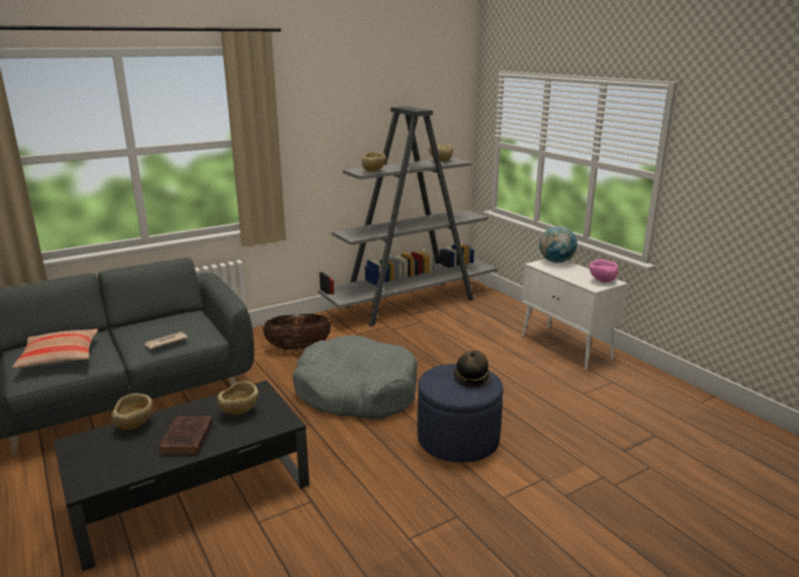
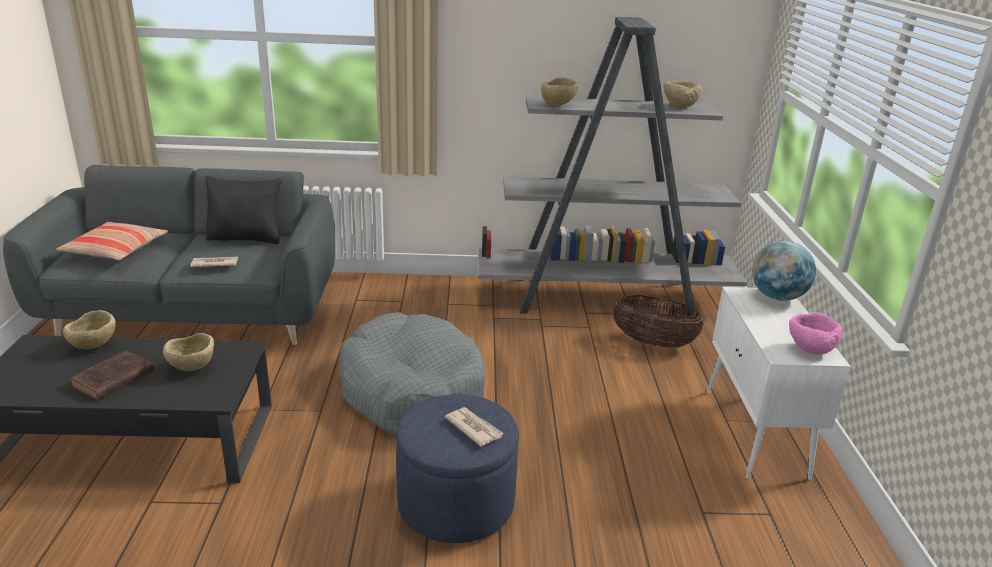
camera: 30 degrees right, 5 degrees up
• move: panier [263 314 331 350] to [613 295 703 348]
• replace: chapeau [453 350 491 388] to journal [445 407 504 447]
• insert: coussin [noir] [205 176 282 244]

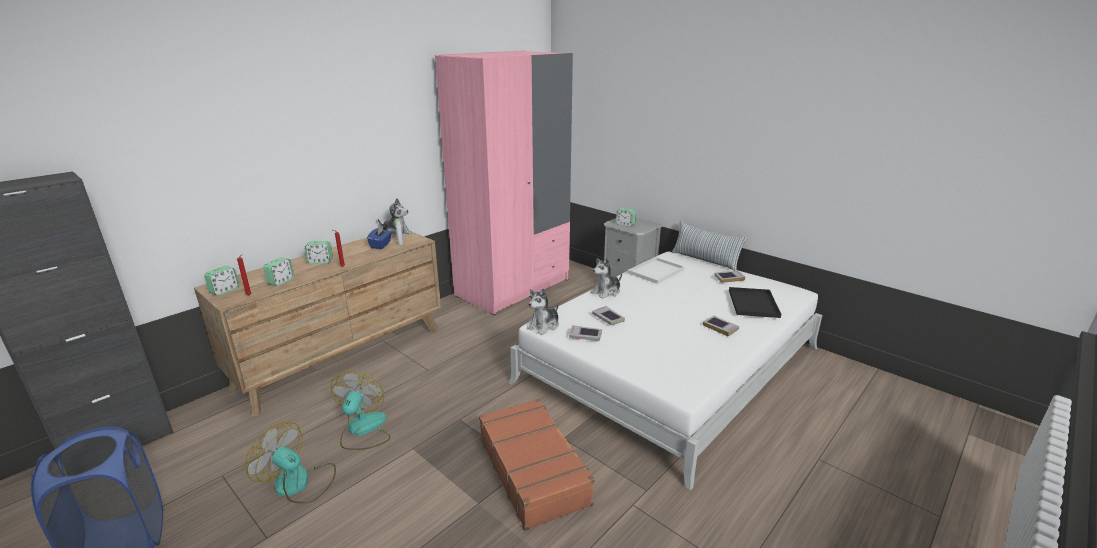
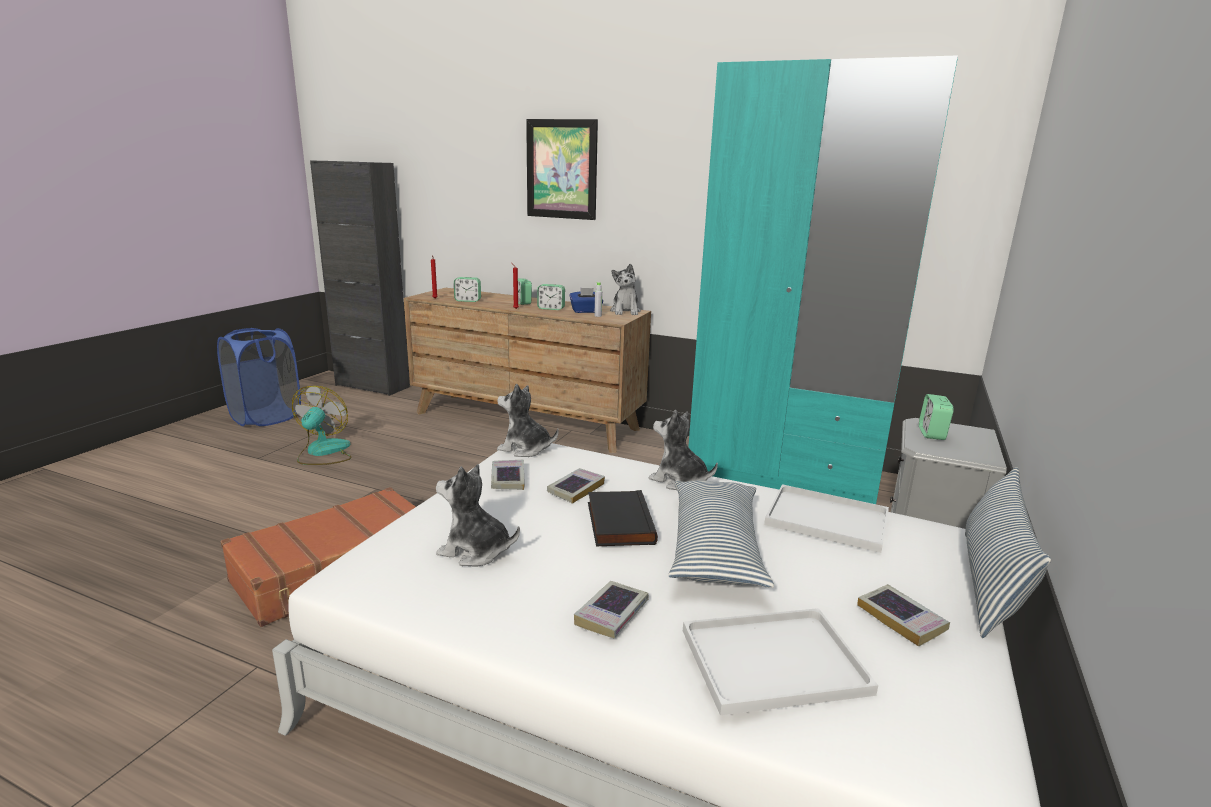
camera: 70 degrees right, 5 degrees down
• move: réveil [204 266 239 296] to [537 284 565 310]
• delete: ventilateur [331 371 391 450]
• recolor: armoire [rose] [435 50 573 315] to armoire [turquoise] [688 55 958 504]
• recolor: plateau [noir] [729 287 781 318] to plateau [blanc] [683 608 878 715]
• insert: peluche [436 464 520 566]
• insert: tableau [526 119 598 220]
• insert: livre [noir] [588 490 658 546]
• insert: coussin [668 481 774 588]

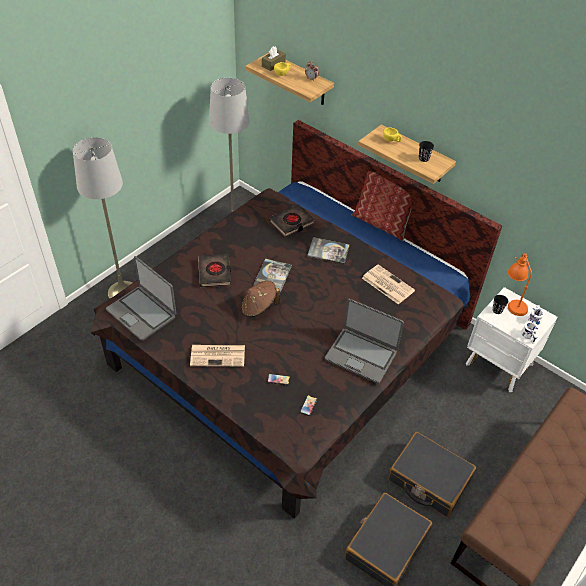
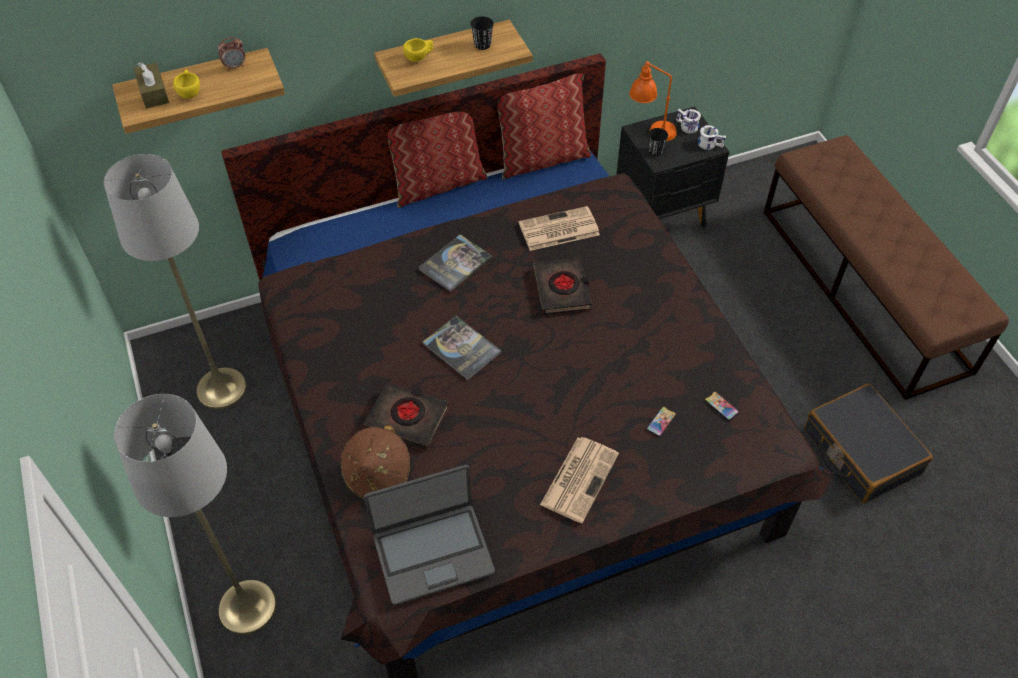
camera: 60 degrees left, 5 degrees up
• move: chapeau [marron] [242 281 280 317] to [341 424 411 500]
• move: livre [noir] [269 204 315 237] to [533 257 592 315]
• delete: ordinateur portable [325 299 404 384]
• delete: valise [noir] [388 432 476 517]
• recolor: table de chevet [blanc] [466 287 558 392] to table de chevet [noir] [617 106 729 227]
• insert: coussin [497 74 591 180]

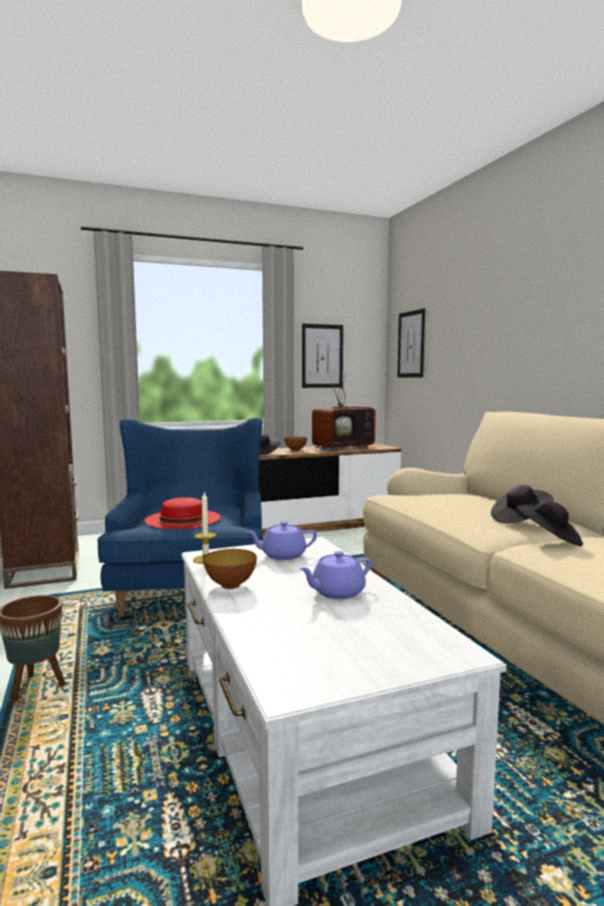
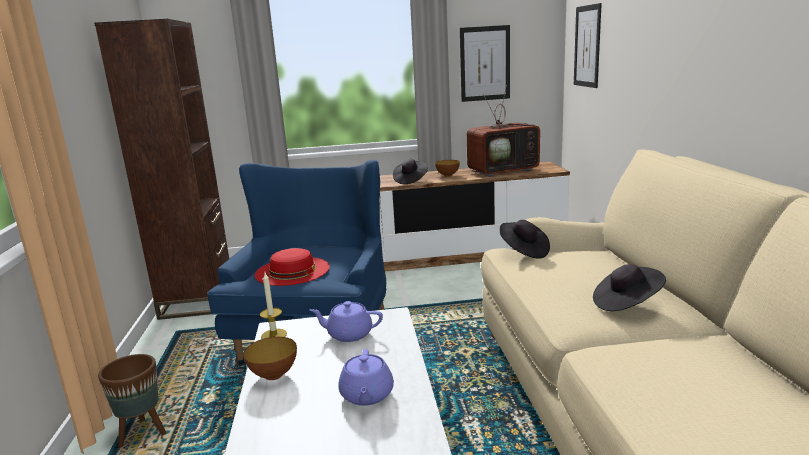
camera: 15 degrees right, 10 degrees up
• rotate: théière [violet] [300 551 371 599] = [338 349 394 406] 75 degrees counterclockwise
• move: chapeau [noir] [516 500 583 546] to [500 220 550 259]

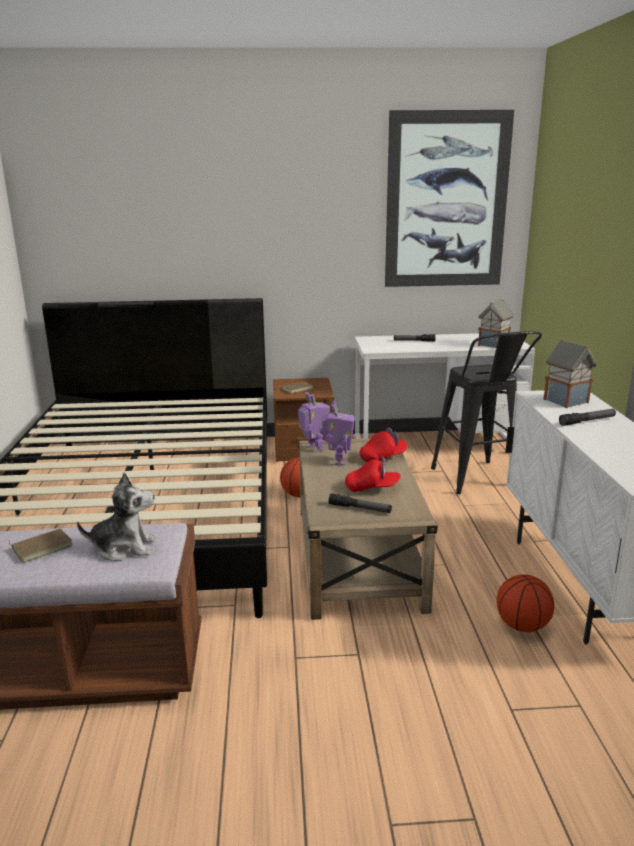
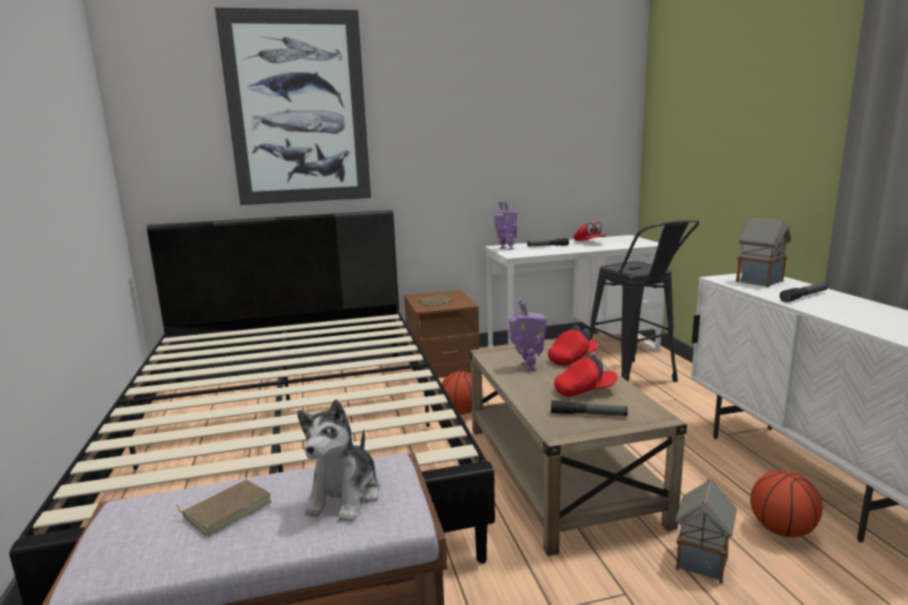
camera: 10 degrees left, 5 degrees down
• rotate: peluche [77 472 155 561] = [297 399 380 522] 120 degrees clockwise
• move: robot jouet [298 392 330 453] to [494 201 518 250]
• move: tableau [385 110 514 287] to [215 8 371 205]
• move: maison miniature [478 299 514 348] to [675 478 737 584]
• insert: casquette [rouge] [574 222 606 241]

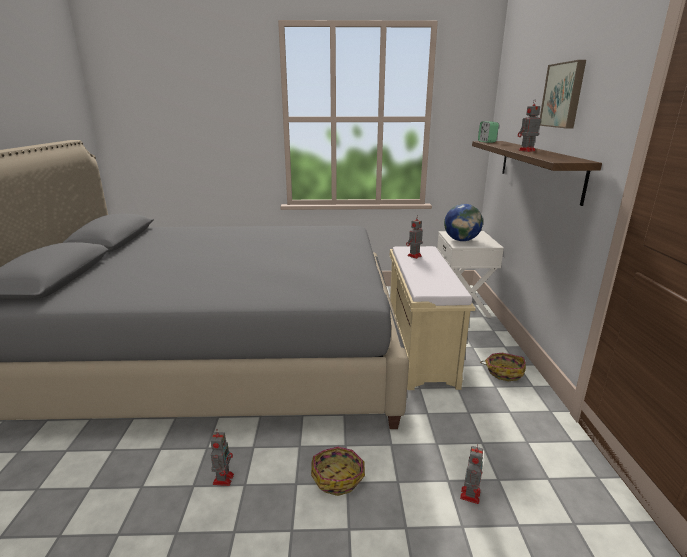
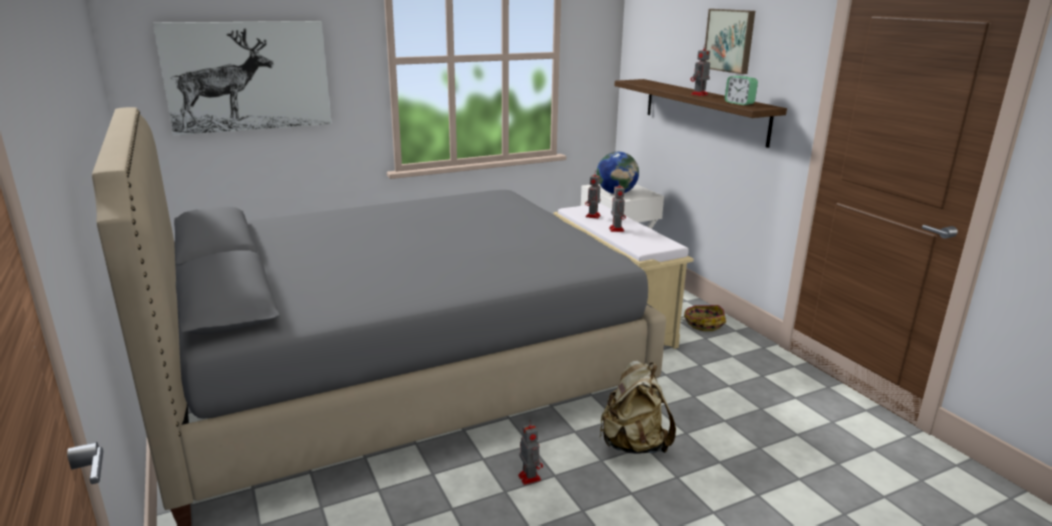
camera: 25 degrees left, 0 degrees up
• replace: panier [311 447 365 496] to sac à dos [beige] [600 360 676 454]
• move: robot jouet [460 445 483 504] to [609 182 626 232]
• move: réveil [478 121 499 143] to [725 76 758 105]
• insert: tableau [153 21 332 135]

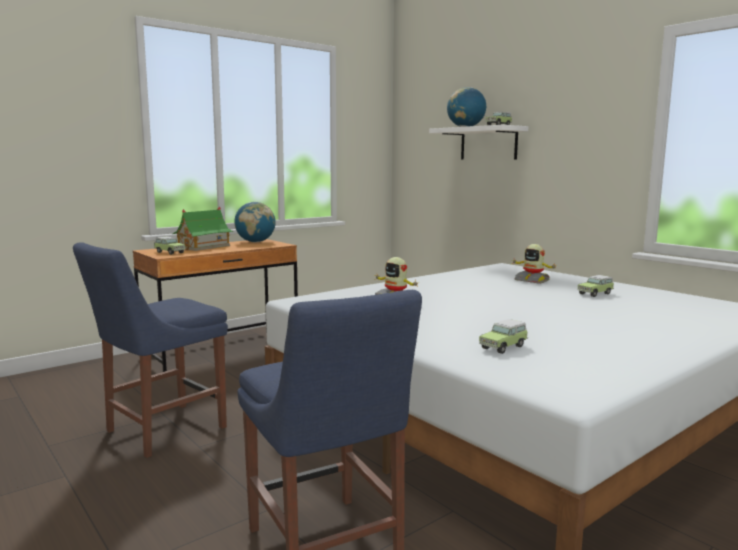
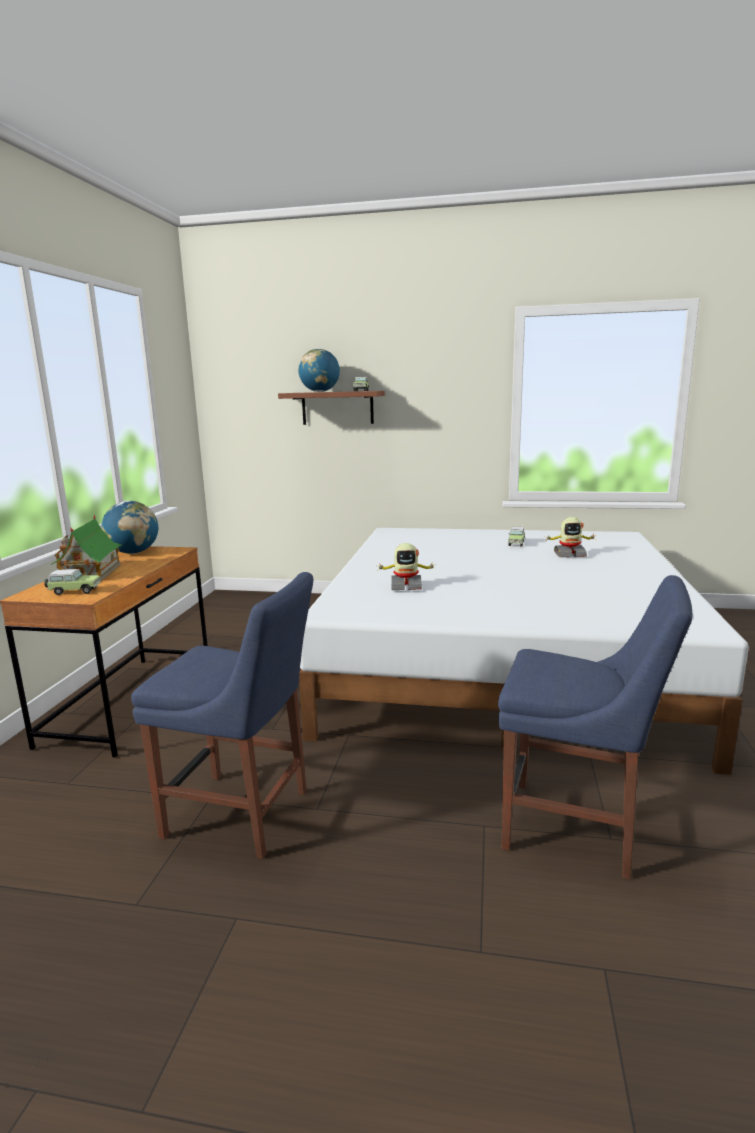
camera: 40 degrees left, 5 degrees up
• rotate: chaise [bleu] [73 242 228 458] = [131 572 313 859] 75 degrees counterclockwise
• recolor: étagère [blanc] [429 125 528 159] to étagère [marron] [278 391 385 425]
• delete: petite voiture [479 319 528 354]
• move: robot jouet [512 244 558 284] to [547 517 597 557]

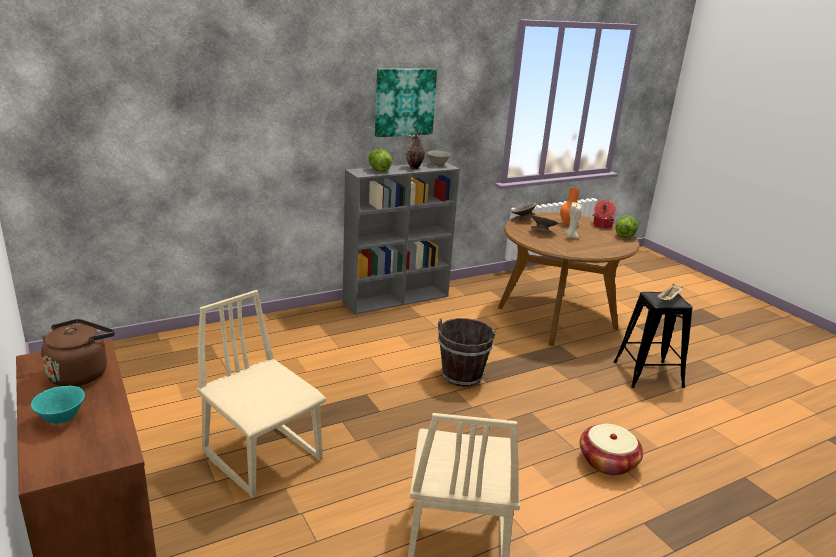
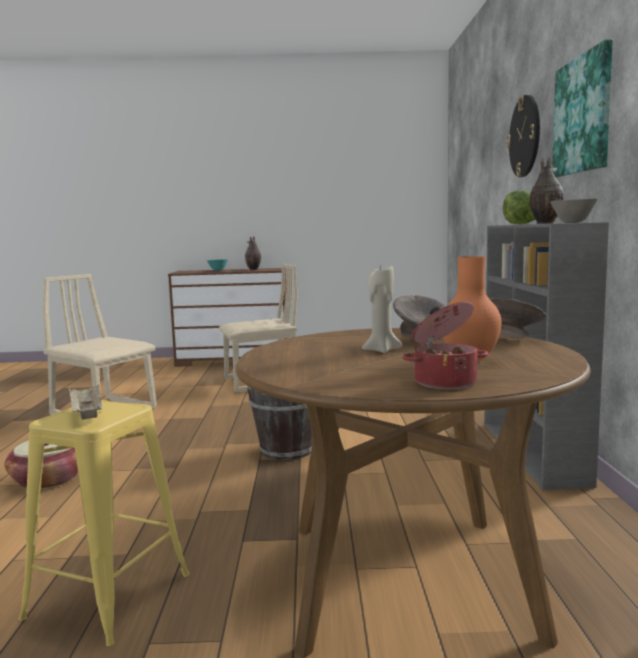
camera: 120 degrees right, 15 degrees down
• replace: bouilloire [marron] [41 319 115 386] to vase [245 236 261 270]
• recolor: tabouret [noir] [613 292 693 388] to tabouret [jaune] [19 400 190 646]
• delete: laitue [615 215 638 238]
• insert: horloge murale [506 95 540 177]

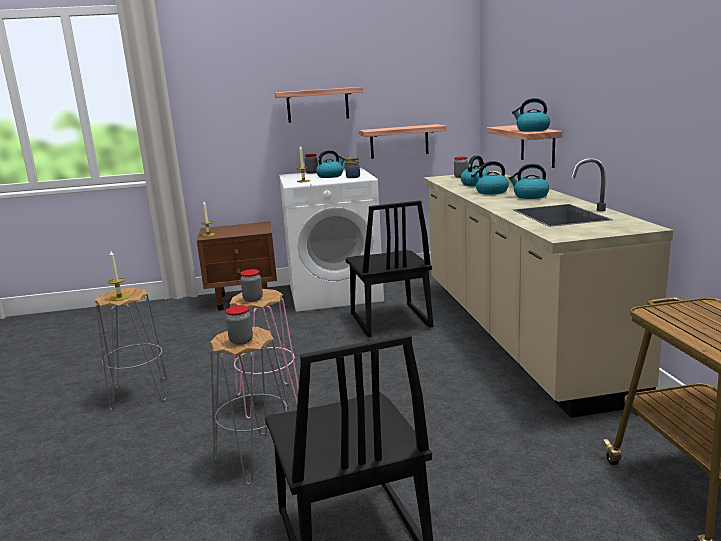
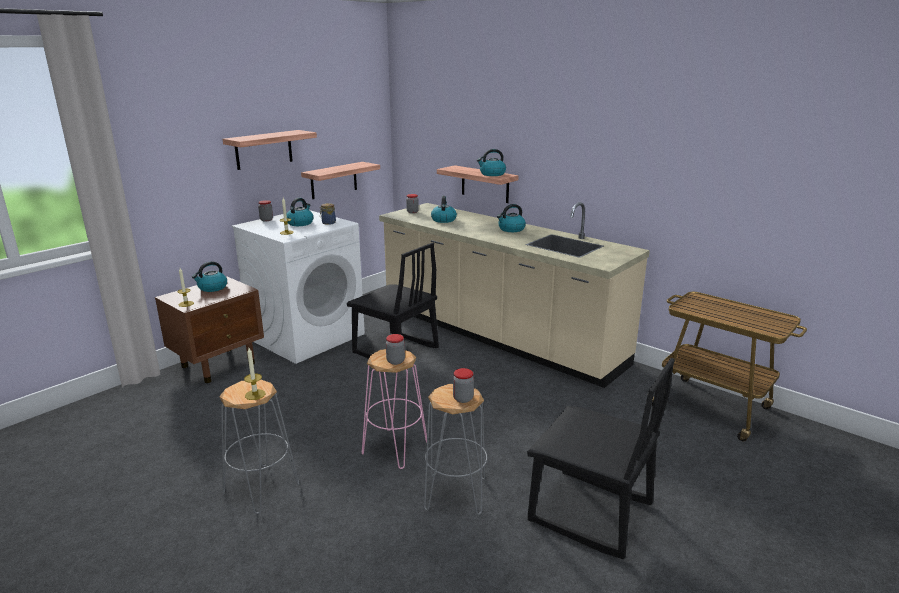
camera: 40 degrees left, 5 degrees up
• move: bouilloire [471 161 509 194] to [192 262 227 292]

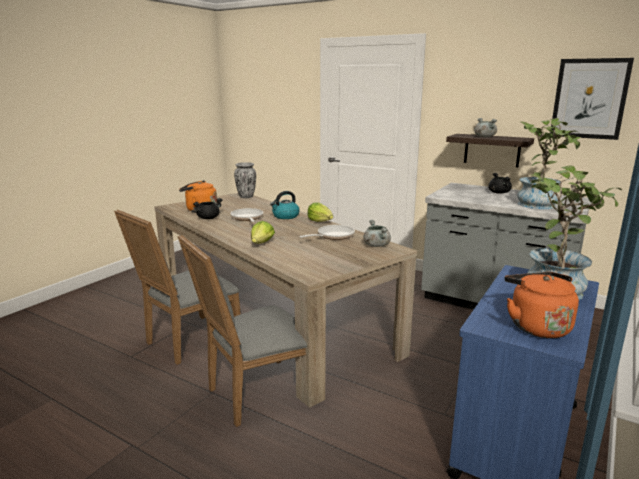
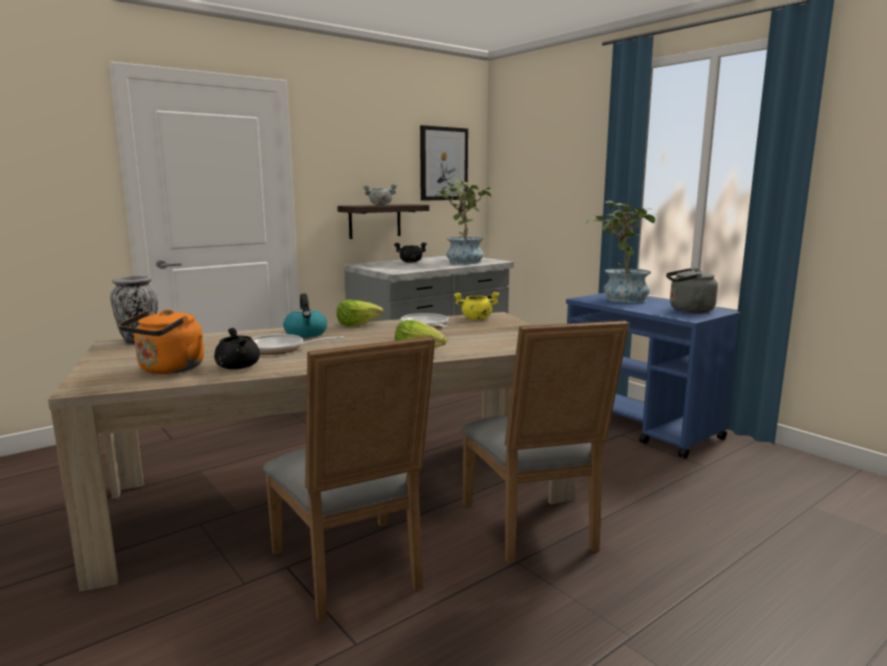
camera: 70 degrees left, 5 degrees down
• recolor: marmite [gris] [364 220 391 247] to marmite [jaune] [453 292 500 320]
• recolor: bouilloire [orange] [505 272 579 338] to bouilloire [gris] [666 268 718 313]

